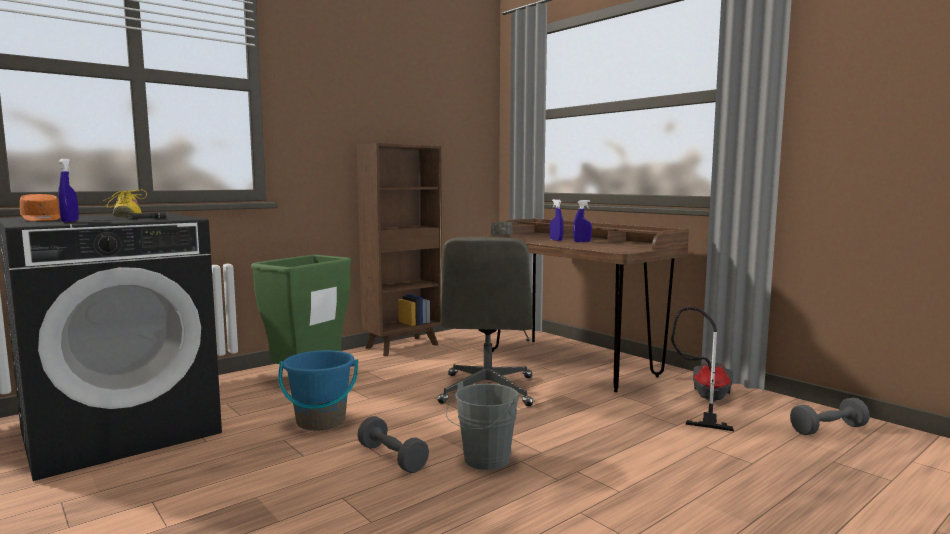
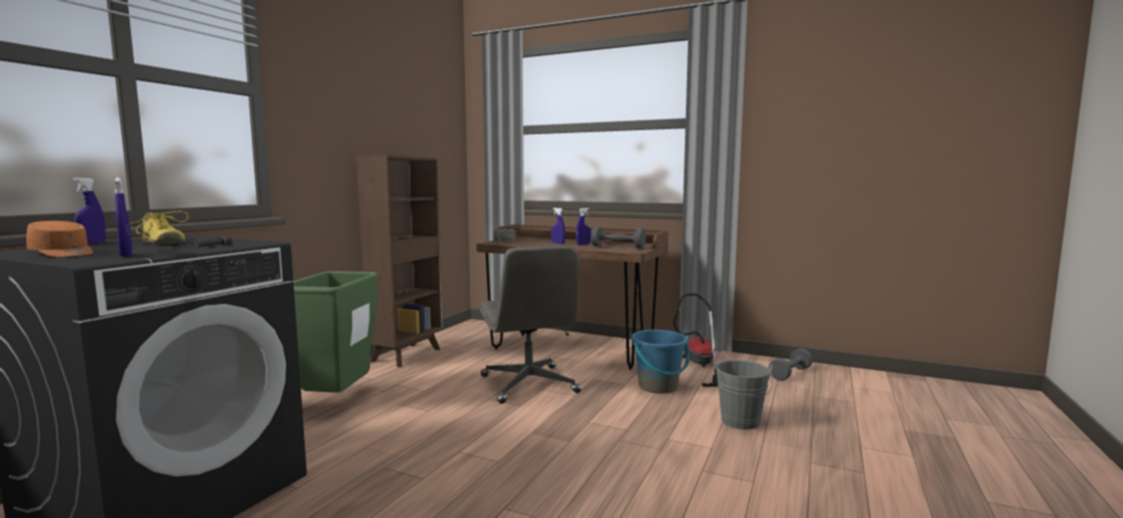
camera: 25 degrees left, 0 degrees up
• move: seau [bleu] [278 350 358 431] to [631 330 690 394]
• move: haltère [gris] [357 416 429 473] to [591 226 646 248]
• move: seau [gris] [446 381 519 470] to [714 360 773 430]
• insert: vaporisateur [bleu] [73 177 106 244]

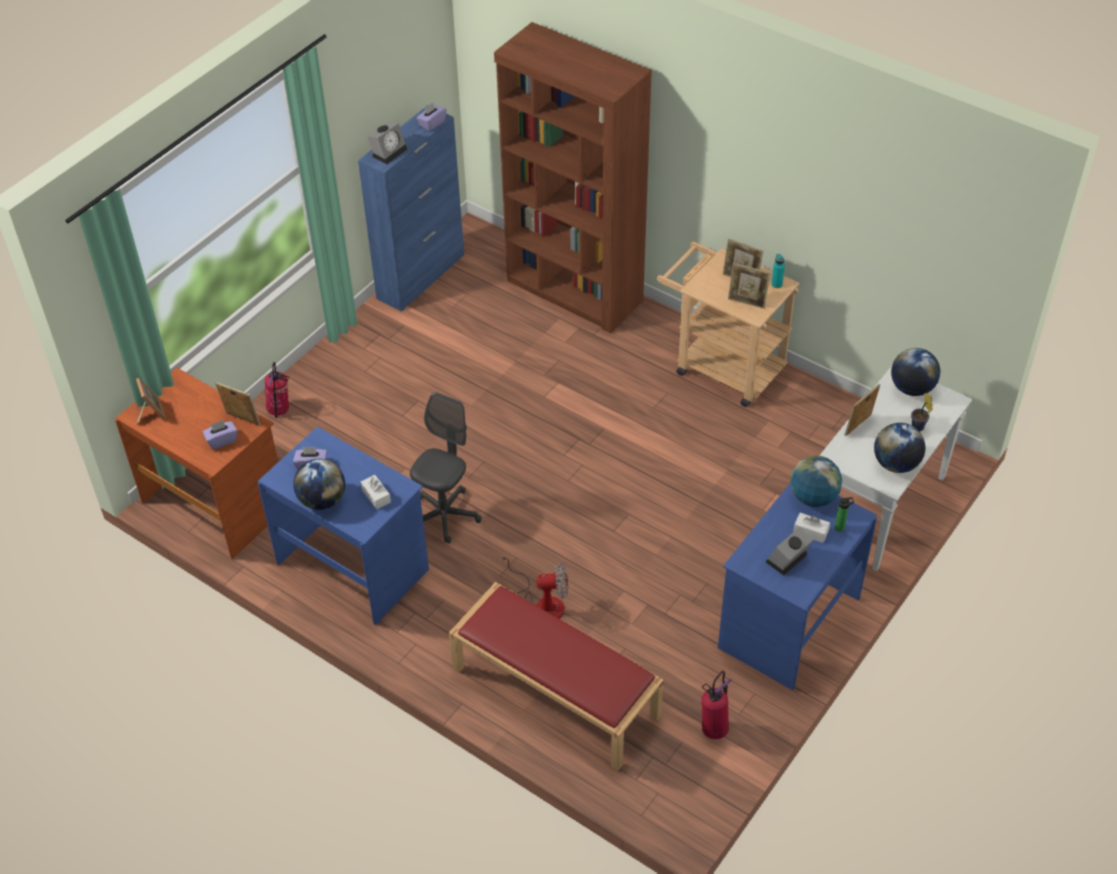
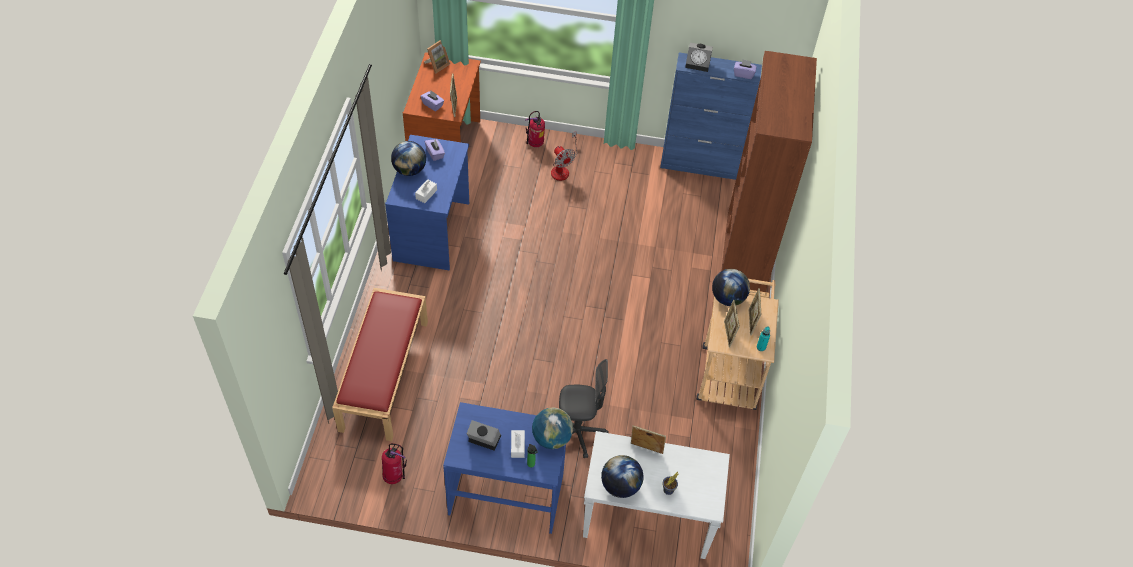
camera: 60 degrees right, 5 degrees up
• move: chaise de bureau [gris] [410 392 482 544] to [559 359 609 458]
• move: ventilateur [502 553 568 619] to [551 131 577 181]
• move: globe [891 348 940 396] to [712 269 750 306]

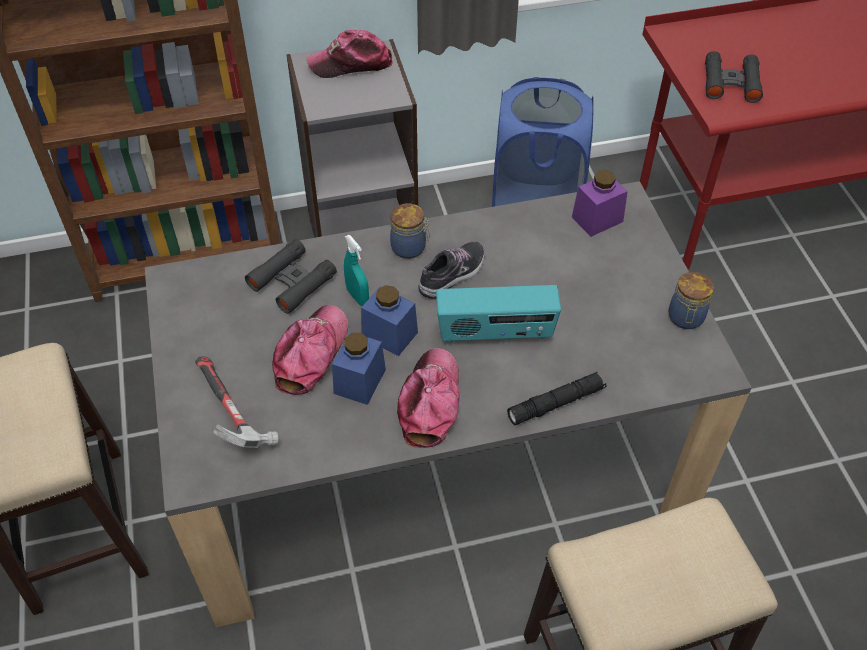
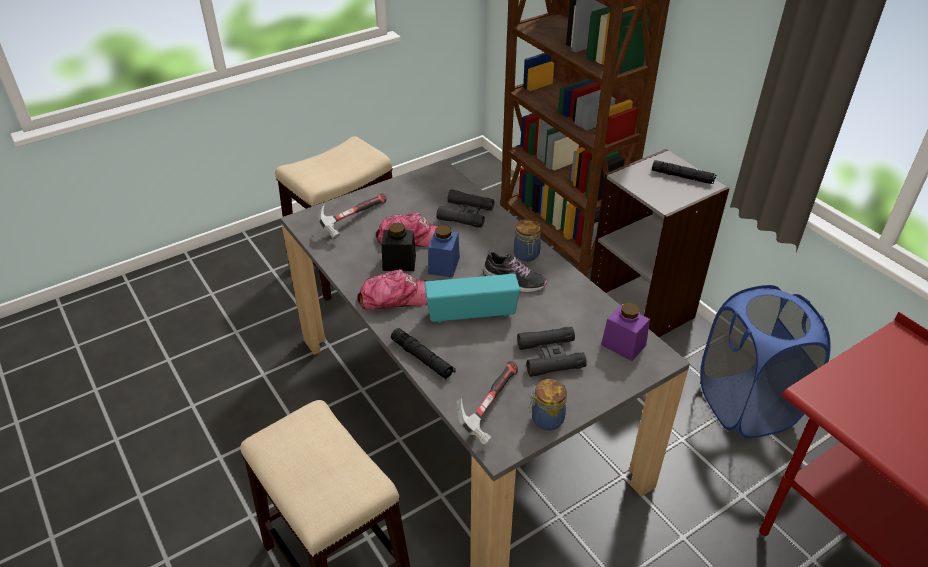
camera: 70 degrees right, 10 degrees down
• replace: casquette [306 30 393 78] to lampe de poche [noir] [652 160 716 184]
• recolor: bocal [bleu] [332 332 386 405] to bocal [noir] [382 222 416 271]
• delete: vaporisateur [turquoise] [344 235 369 306]
• rotate: radio [436 285 561 342] = [424 274 520 324] 105 degrees clockwise
• move: jumelles [noir] [705 51 763 103] to [517 327 587 377]
• insert: marteau [456 361 518 445]

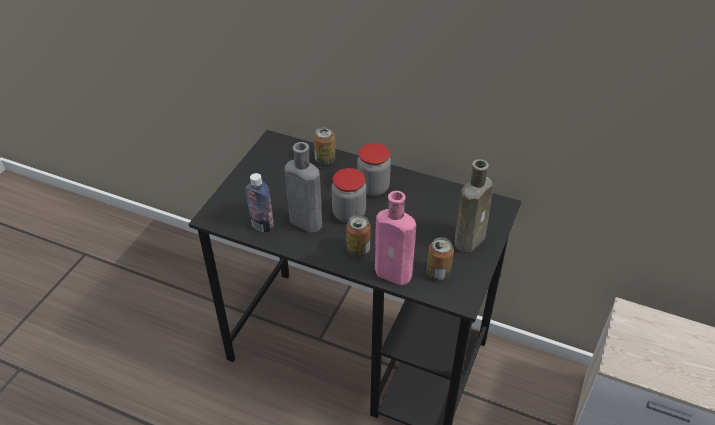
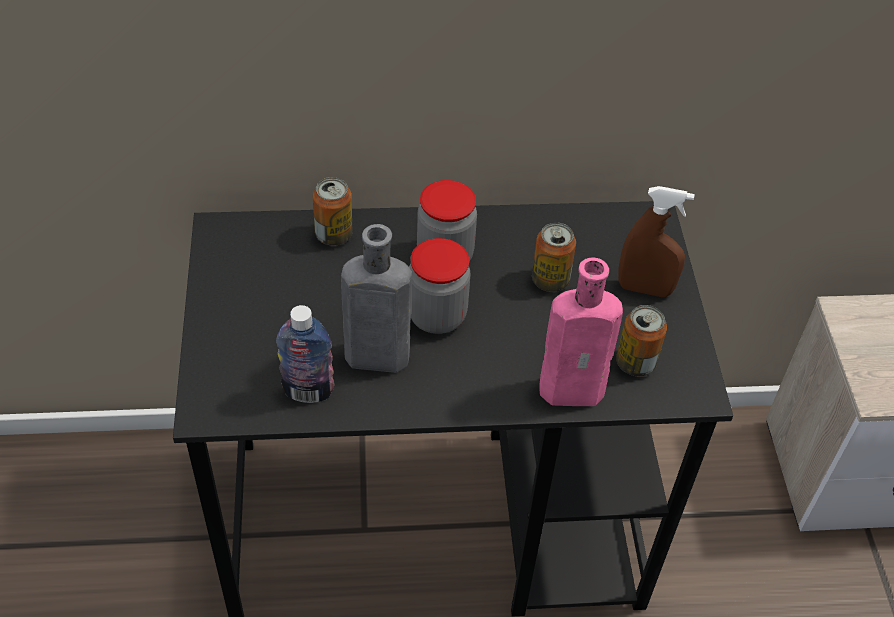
camera: 30 degrees left, 5 degrees up
• move: boîte métallique [346 215 371 257] to [532 223 576 292]
• replace: bouteille [marron] [455 159 493 252] to vaporisateur [marron] [618 186 695 297]

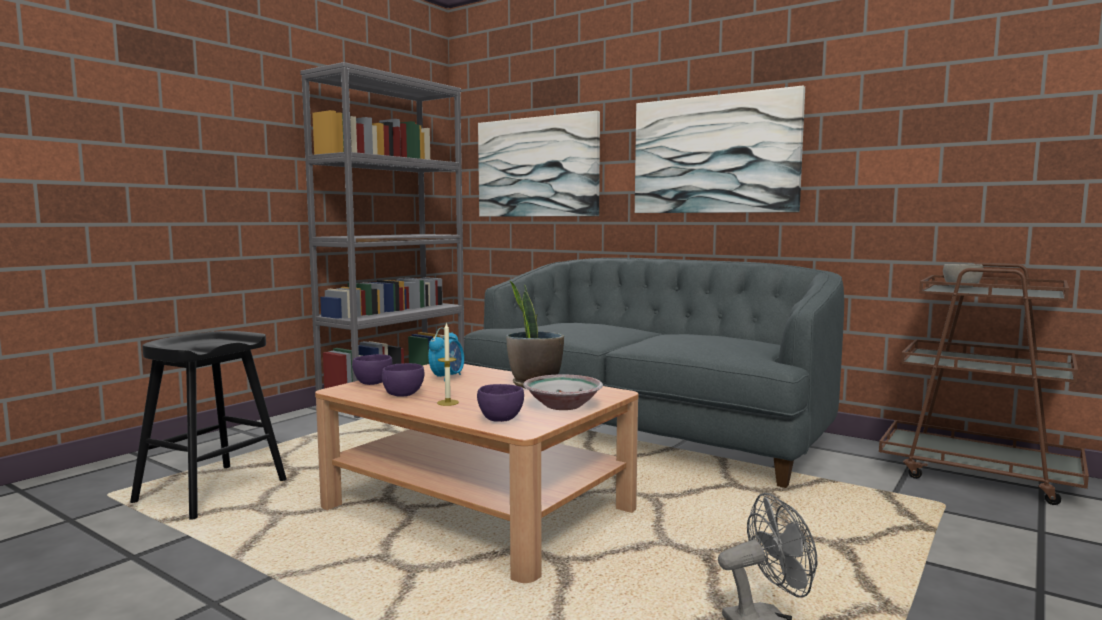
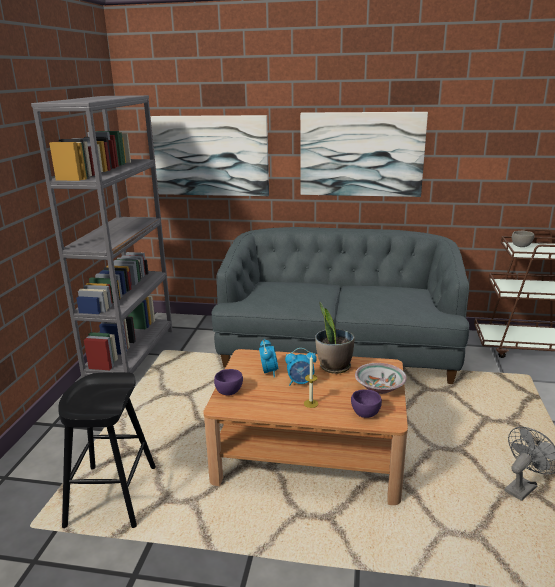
camera: 25 degrees left, 15 degrees up
• delete: bol [violet] [382 363 425 396]
• insert: réveil [285 348 317 386]

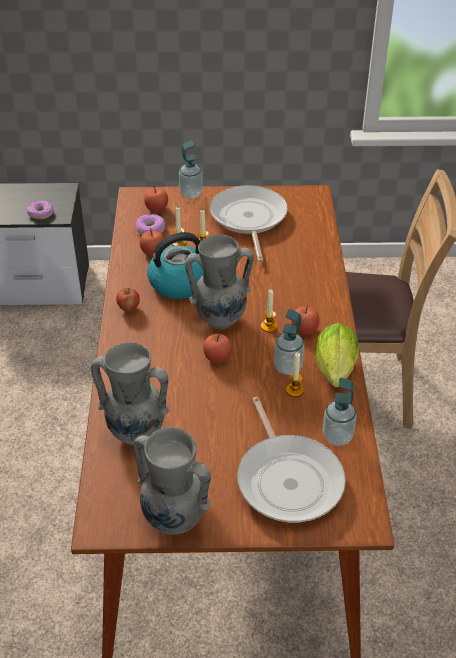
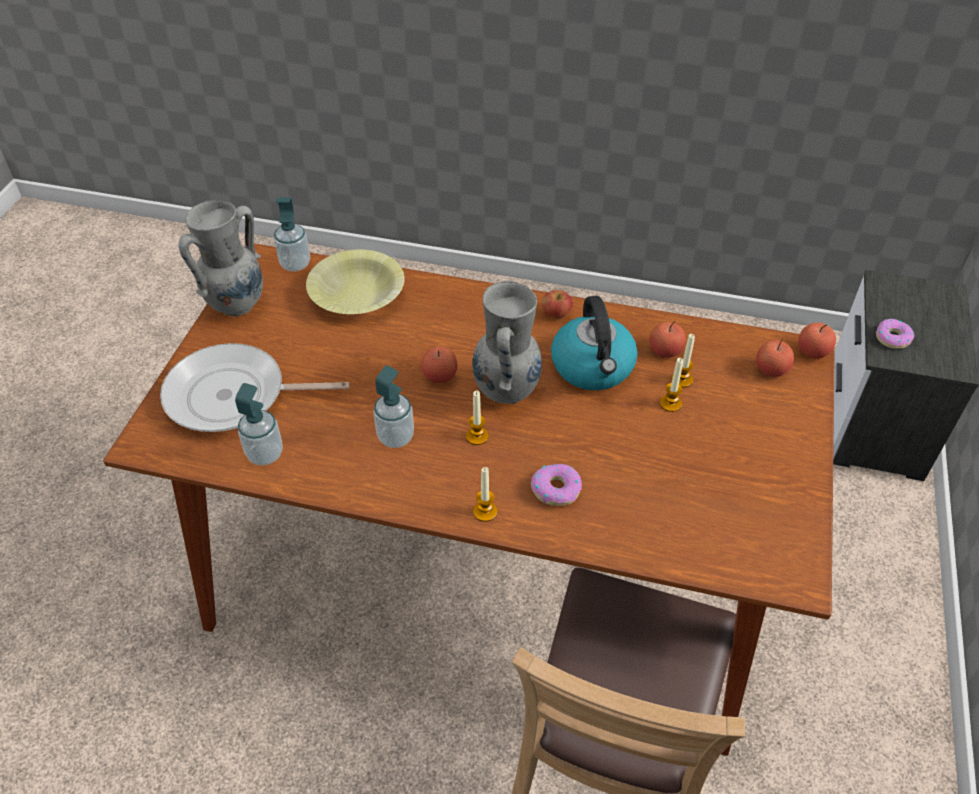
camera: 105 degrees right, 5 degrees up
• replace: vase [gris] [91 342 170 445] to bol [jaune] [306 249 405 314]
• move: beignet [136 214 165 235] to [531 464 582 506]
• move: distributeur de savon [179 141 203 199] to [274 197 310 272]
• delete: poêle [210 185 288 262]
• move: bougie [286 352 304 397] to [473 467 497 522]
• move: pomme [291 305 320 335] to [798 323 836 359]
• delete: laitue [315 323 359 387]

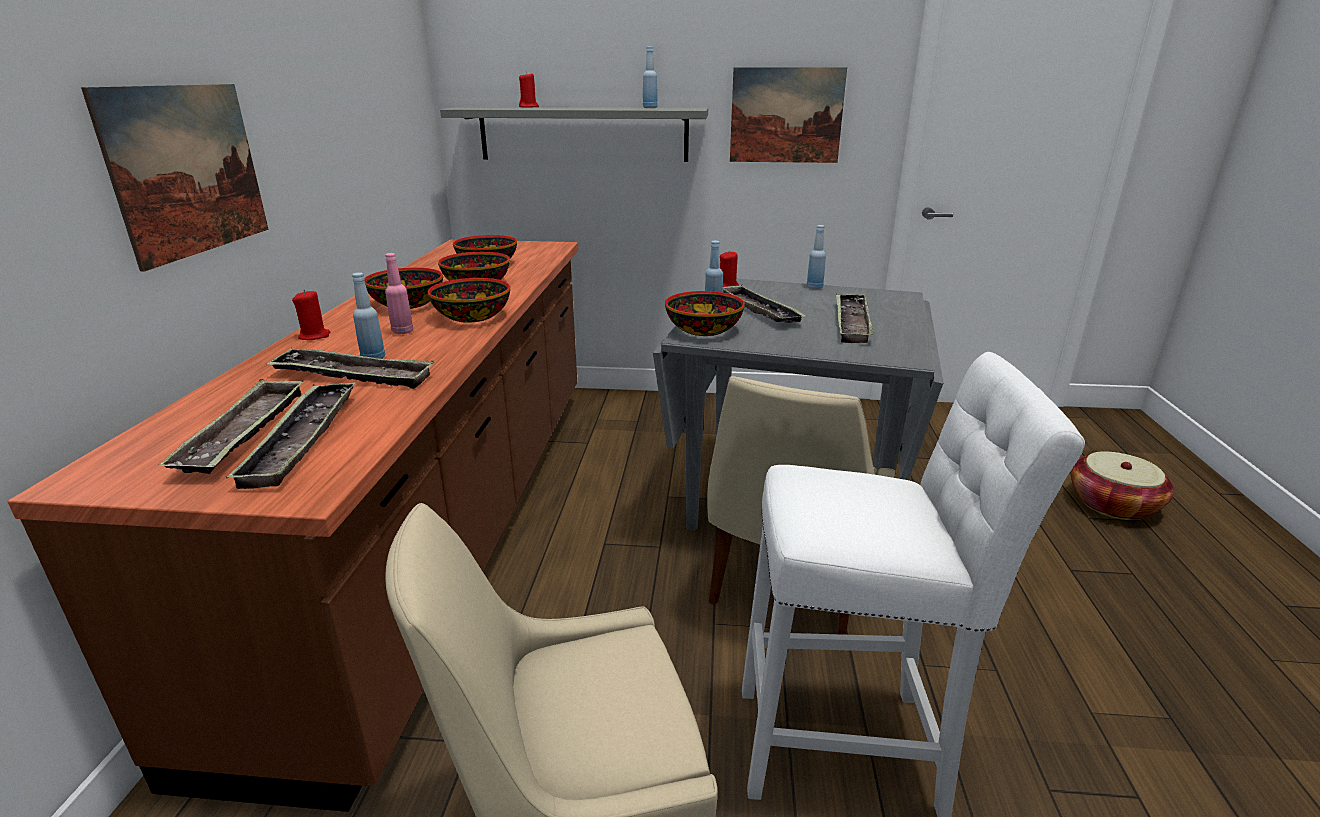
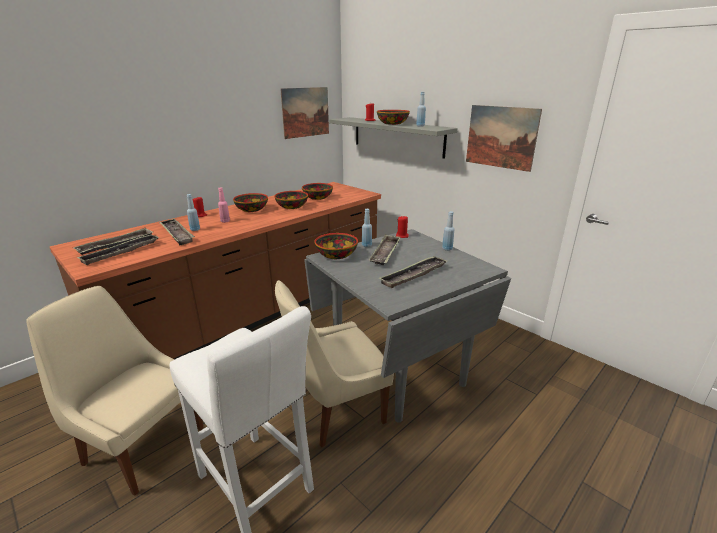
camera: 40 degrees right, 0 degrees up
• move: tableau [81 84 269 271] to [280 87 329 139]
• move: bol [428 278 510 323] to [377 110 410 125]
• delete: panier [1071 451 1174 520]

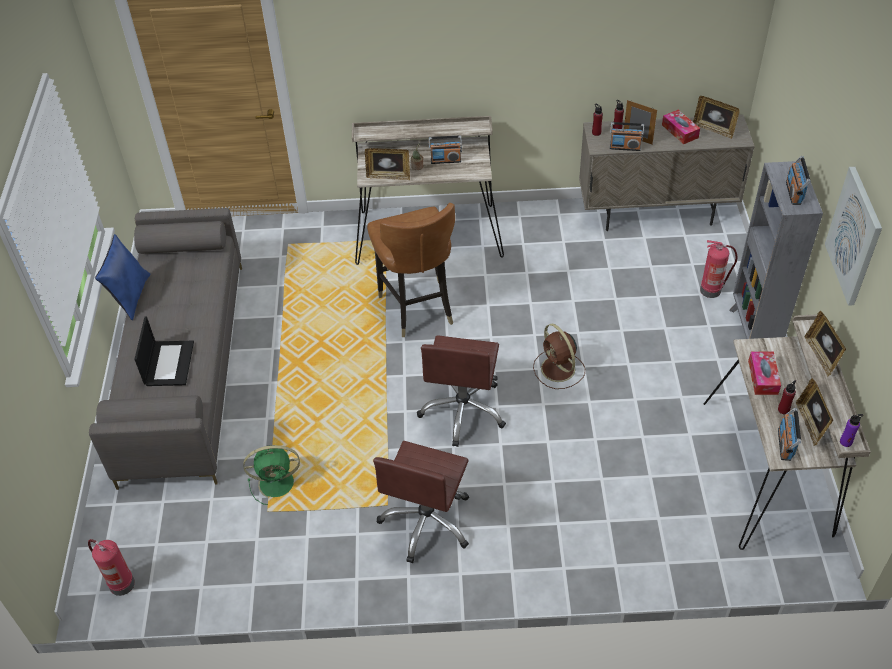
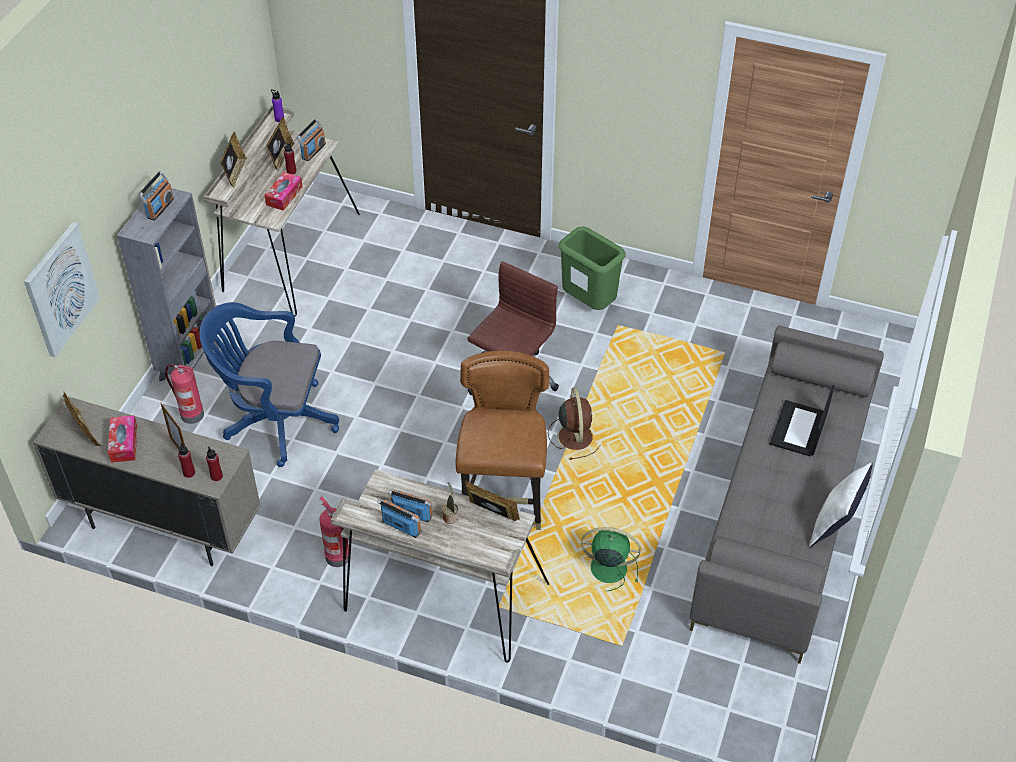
camera: 160 degrees left, 0 degrees up
• move: extincteur [88 539 135 596] to [319 497 349 567]
• recolor: coussin [bleu] [95 234 150 320] to coussin [blanc] [809 463 873 547]
• move: ventilateur [vert] [243 445 300 505] to [581 527 641 591]
• replace: chaise de bureau [marron] [373 441 469 563] to poubelle [vert] [558 227 626 310]
• move: ventilateur [marron] [533 324 585 389] to [548 387 600 460]
• move: radio [610 122 644 151] to [377 500 421 538]
• move: tableau [825 167 882 306] to [24 222 100 357]
• insert: chaise de bureau [bleu] [199 302 339 467]

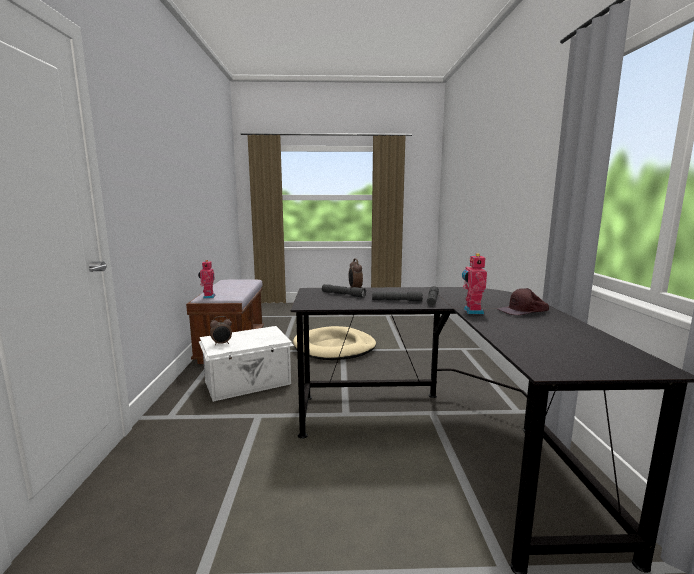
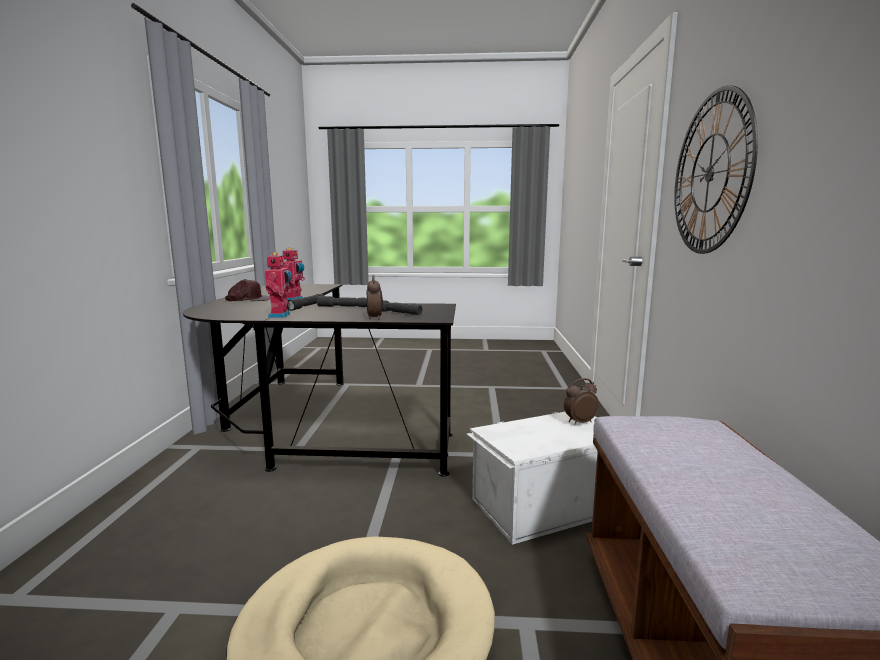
camera: 175 degrees left, 0 degrees up
• move: robot jouet [198 260 216 299] to [265 252 292 318]
• insert: horloge murale [674 85 758 254]

